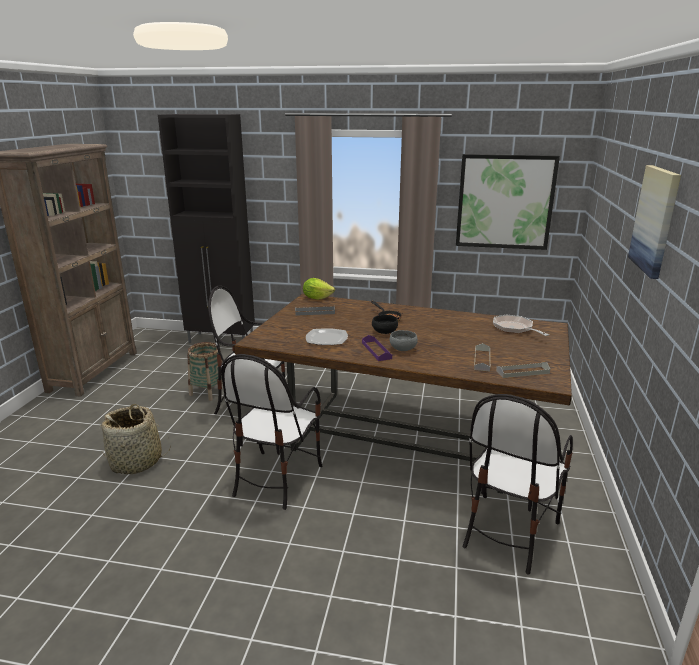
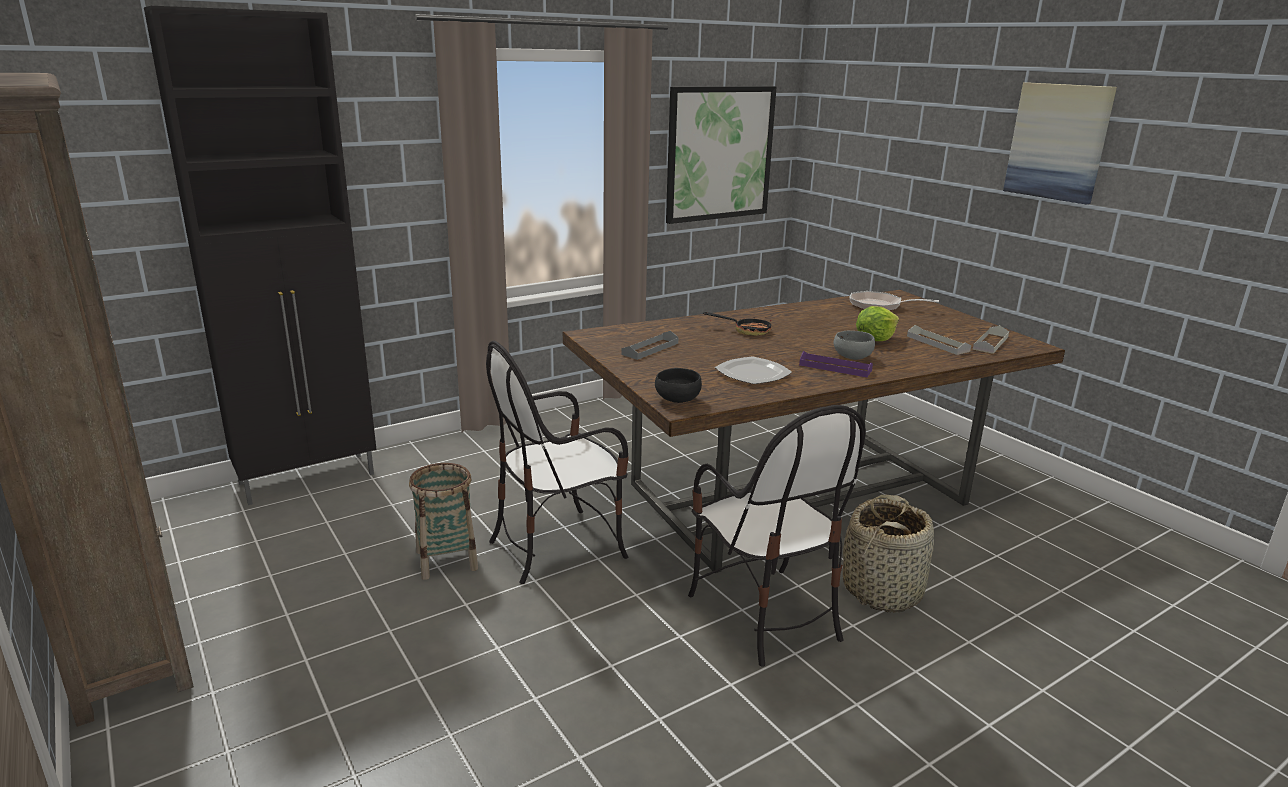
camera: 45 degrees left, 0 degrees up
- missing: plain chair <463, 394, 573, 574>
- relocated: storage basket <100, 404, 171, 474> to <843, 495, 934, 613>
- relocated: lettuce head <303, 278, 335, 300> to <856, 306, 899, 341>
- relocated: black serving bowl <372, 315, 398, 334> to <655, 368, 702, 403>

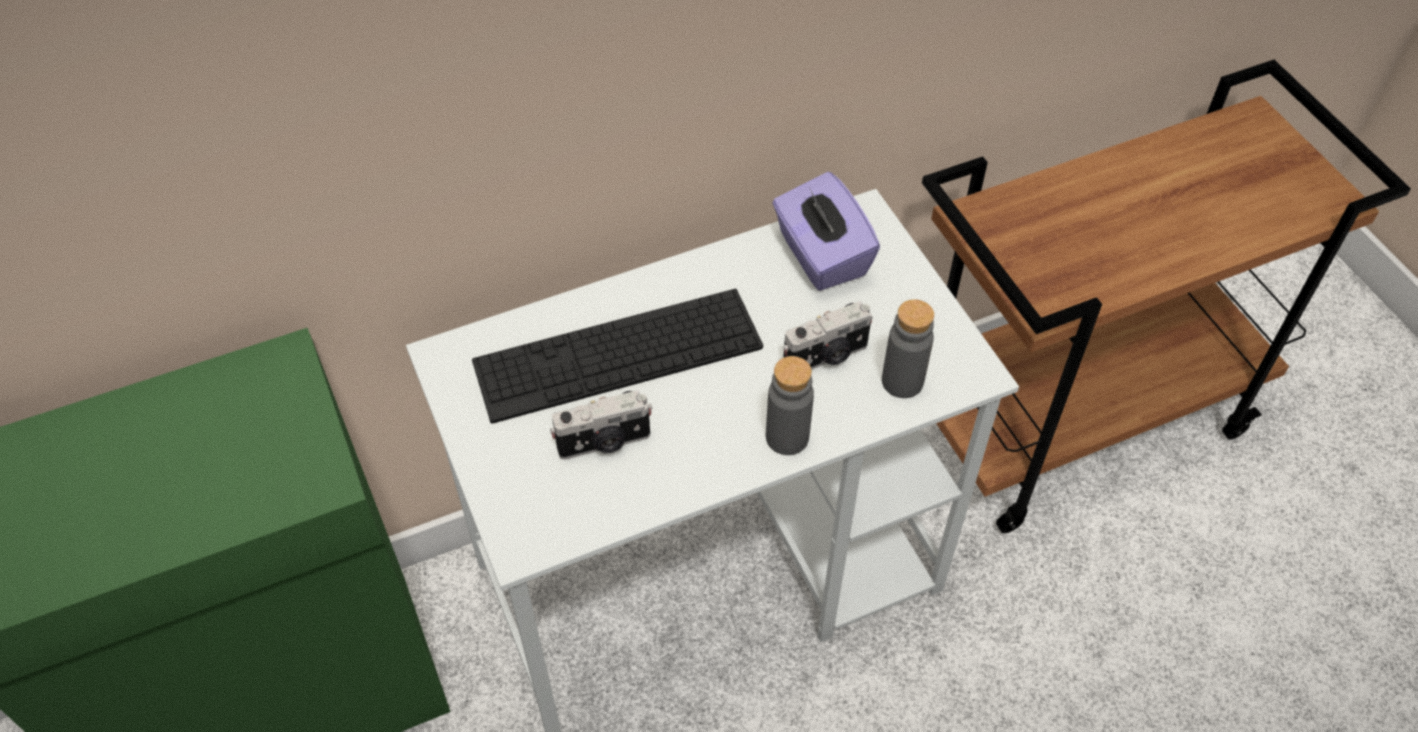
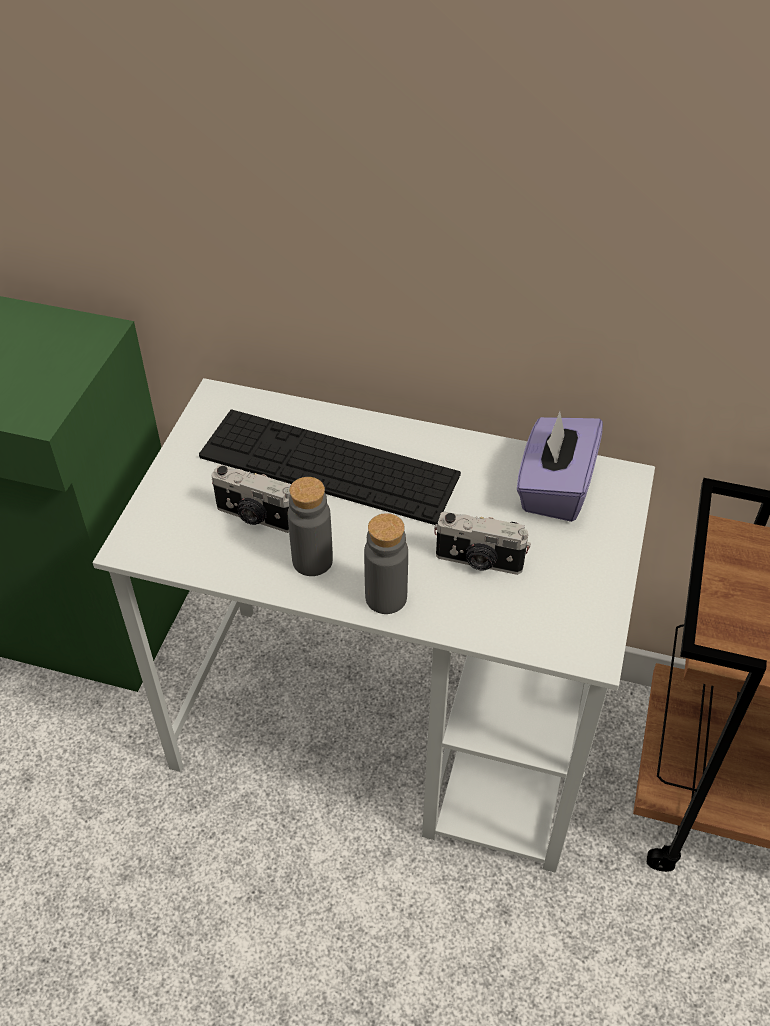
camera: 40 degrees right, 5 degrees down
- relocated: grey drink bottle <882, 299, 934, 398> to <288, 477, 333, 576>

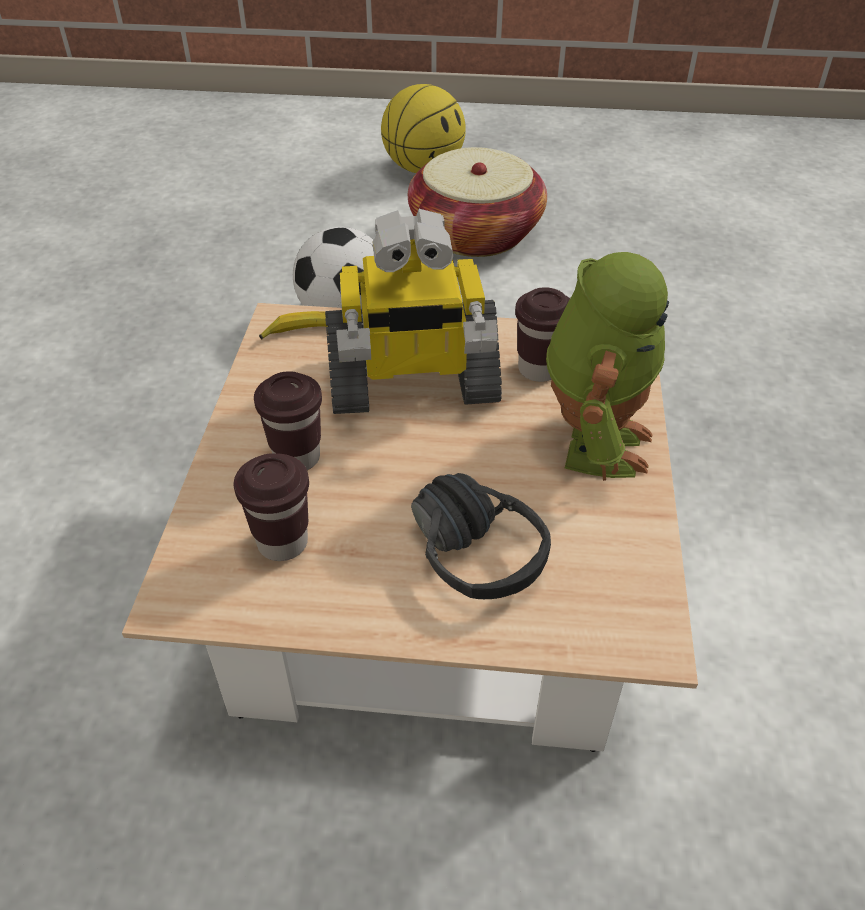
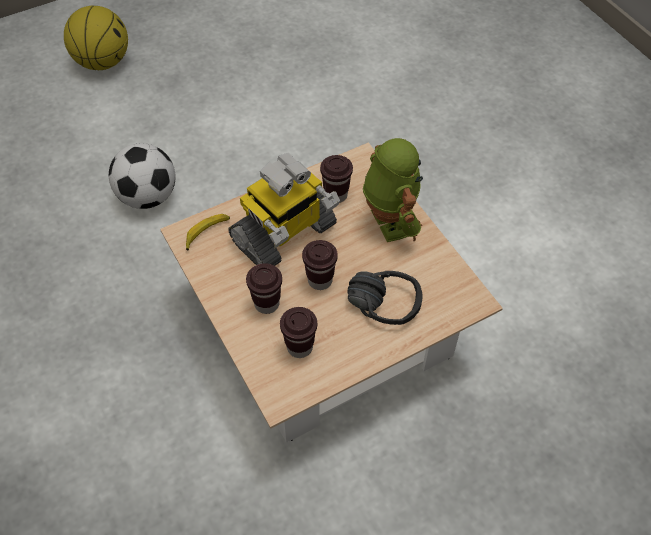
camera: 35 degrees left, 10 degrees up
- missing: storage basket <408, 147, 547, 257>
- appeared: brown drinking cup <302, 240, 338, 290>

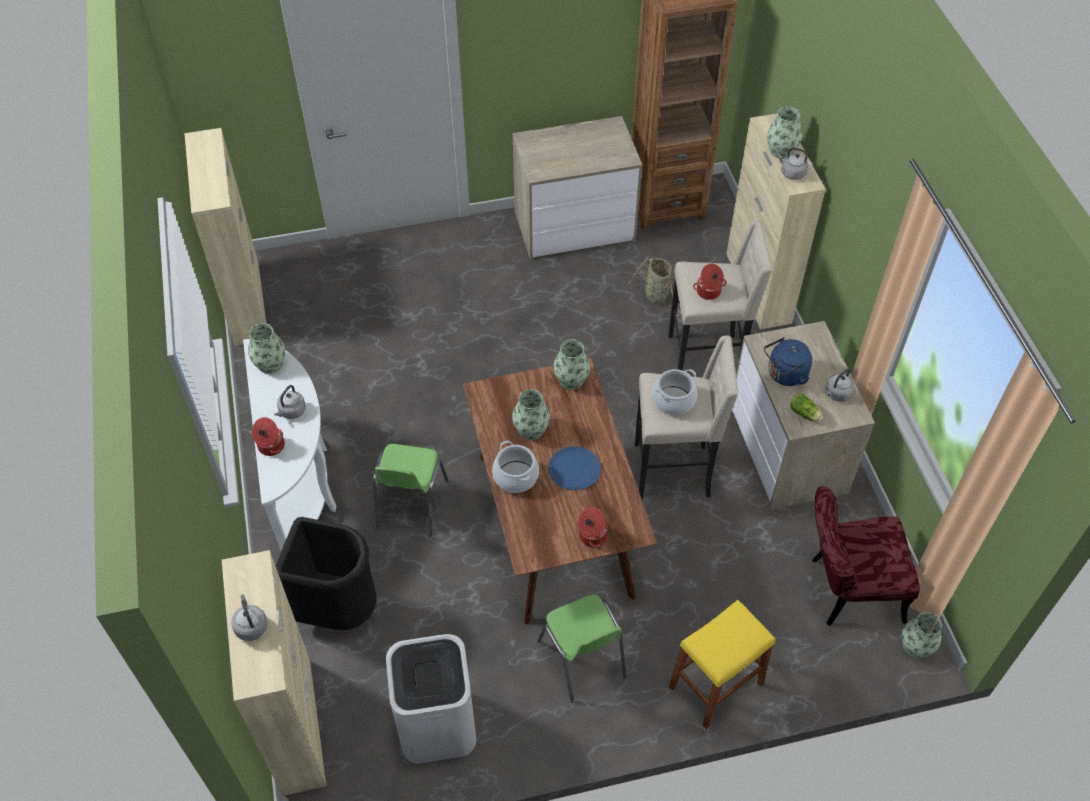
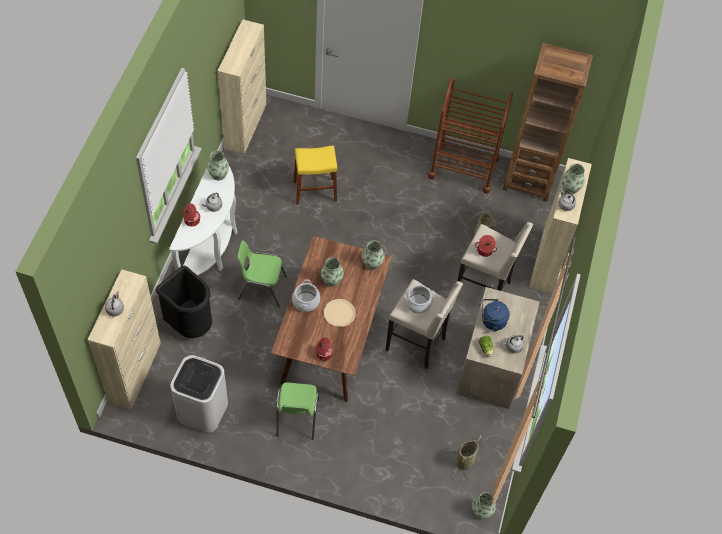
camera: 25 degrees right, 5 degrees up
- relocated: yellow-coloured stool seat <669, 600, 776, 729> to <293, 145, 337, 205>
- exchanged: dresser <512, 116, 642, 260> to brown wheeled cart <428, 78, 513, 194>
- exchanged: red plain chair <812, 486, 920, 626> to storage basket <453, 435, 482, 481>
- colour: blue-coloured plate <548, 446, 601, 490> to sand-coloured plate <324, 299, 356, 327>
- spun: green-coloured plain chair <373, 444, 448, 537> = <237, 240, 287, 307> 60 degrees clockwise

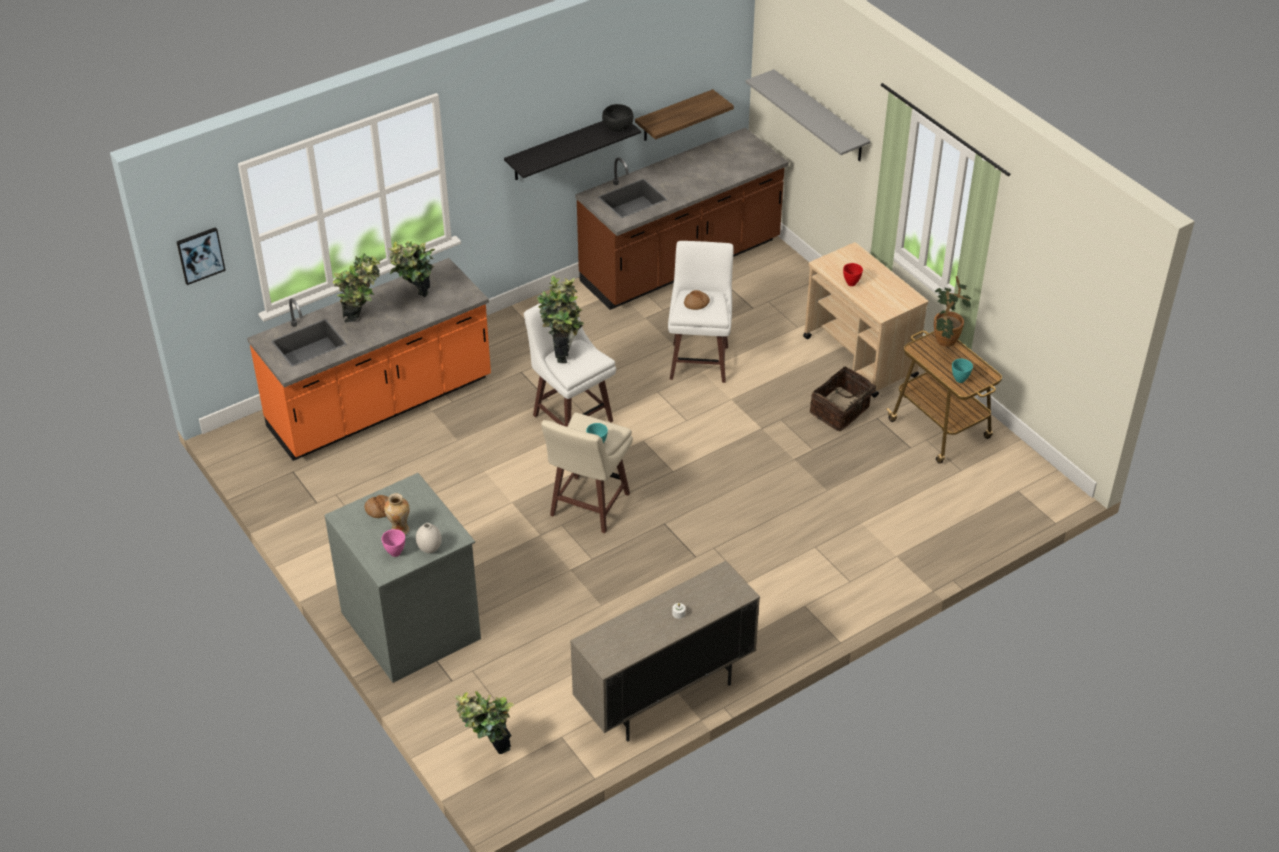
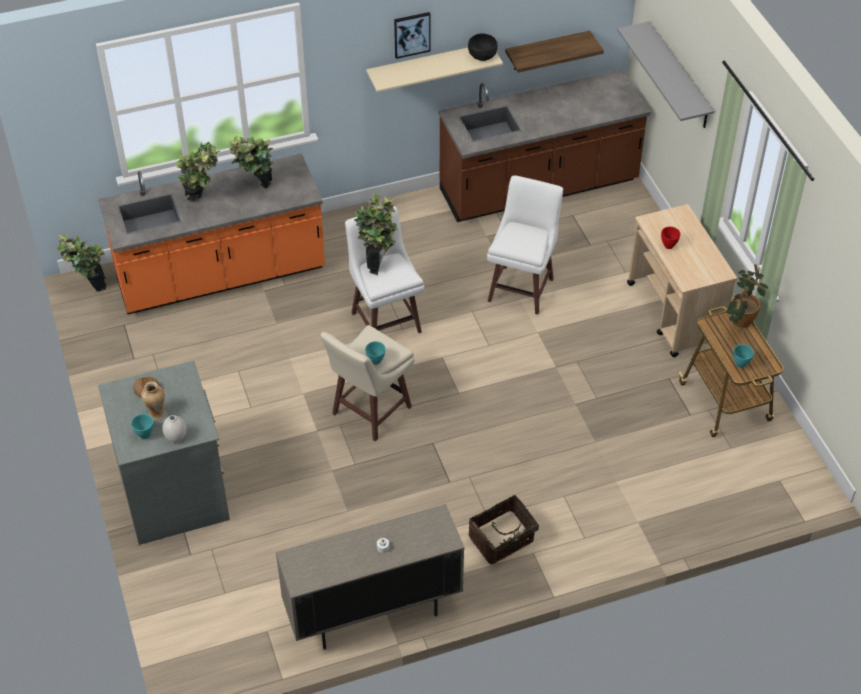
camera: 15 degrees right, 5 degrees up
- missing: bakery bread <684, 290, 710, 310>
- relocated: picture <177, 227, 226, 285> to <394, 12, 431, 59>
- relocated: potted plant <455, 691, 514, 754> to <56, 233, 107, 291>
- relocated: storage basket <810, 366, 882, 431> to <469, 495, 542, 564>
- colour: pinkish serving bowl <381, 529, 405, 557> to blue-green serving bowl <131, 414, 153, 439>
- colour: black wall shelf <504, 121, 641, 180> to sand-coloured wall shelf <366, 48, 503, 92>

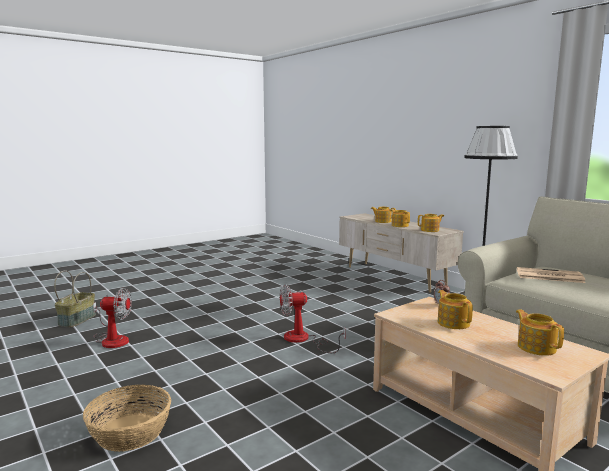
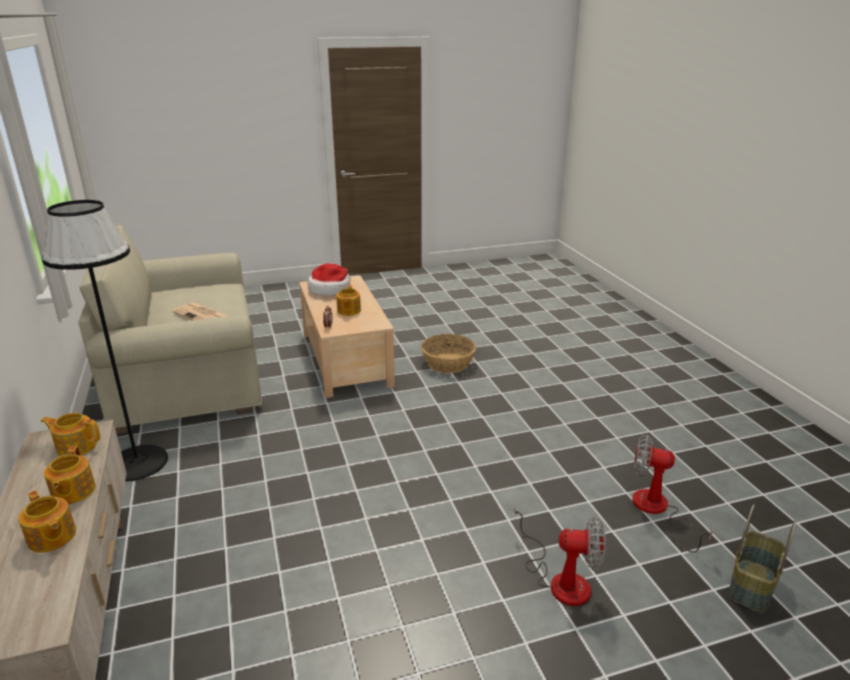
camera: 160 degrees left, 15 degrees up
- relocated: storage basket <83, 385, 171, 452> to <421, 334, 476, 373>
- relocated: electric fan <280, 284, 346, 353> to <514, 502, 606, 606>
- exchanged: tea pot <516, 309, 564, 356> to hat <308, 263, 351, 296>

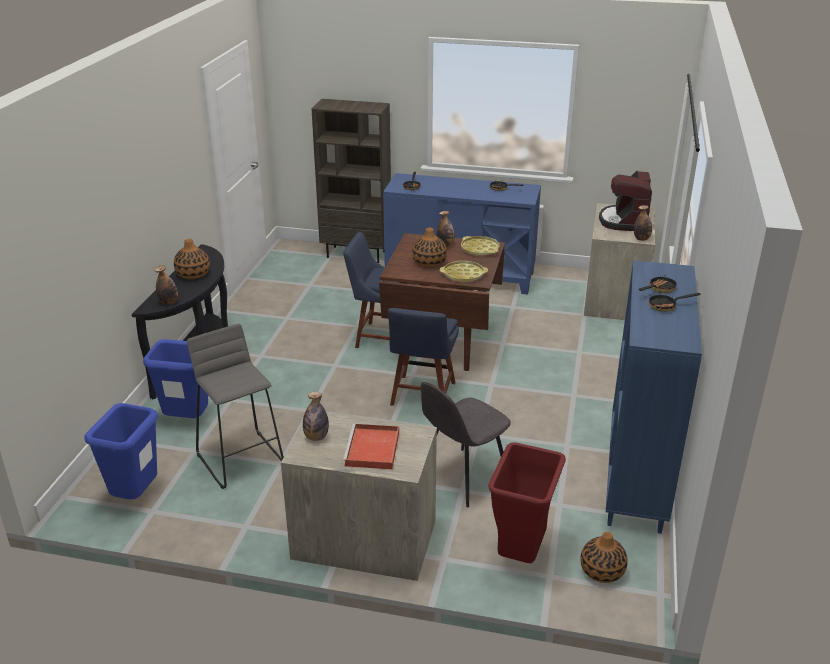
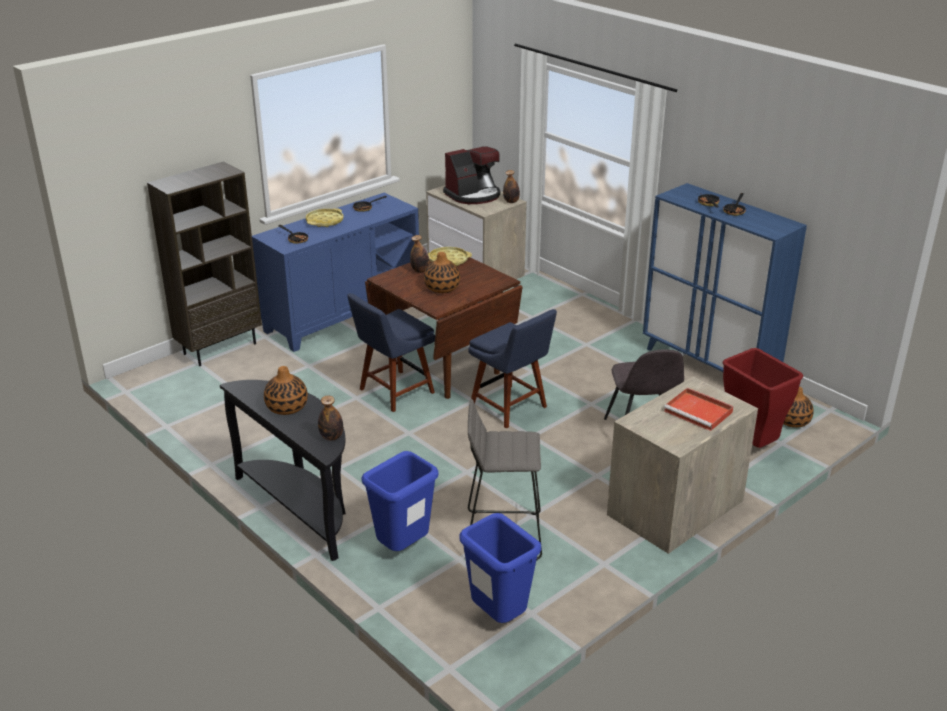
camera: 55 degrees left, 0 degrees up
- missing: drink bottle <303, 392, 329, 441>
- relocated: yellow-coloured serving tray <440, 261, 488, 282> to <306, 208, 343, 227>
- spun: coffee maker <599, 171, 652, 231> = <443, 146, 500, 204> 75 degrees counterclockwise

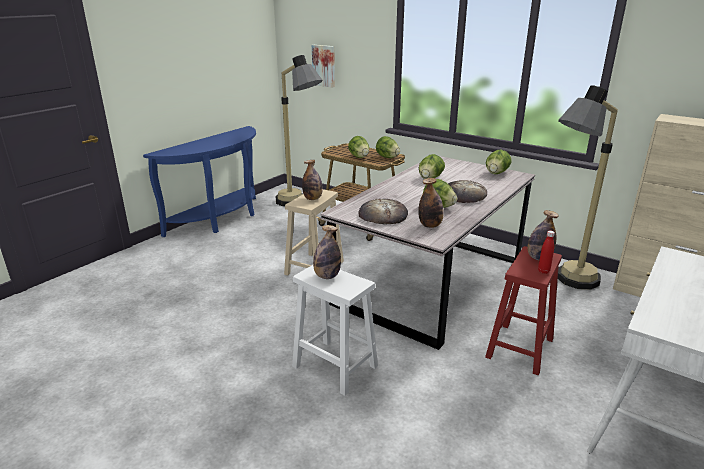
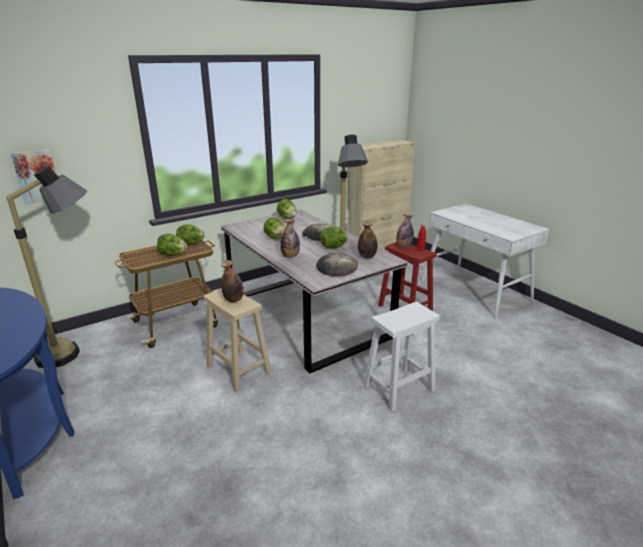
camera: 70 degrees left, 0 degrees up
- relocated: drink bottle <313, 225, 341, 279> to <280, 219, 300, 258>

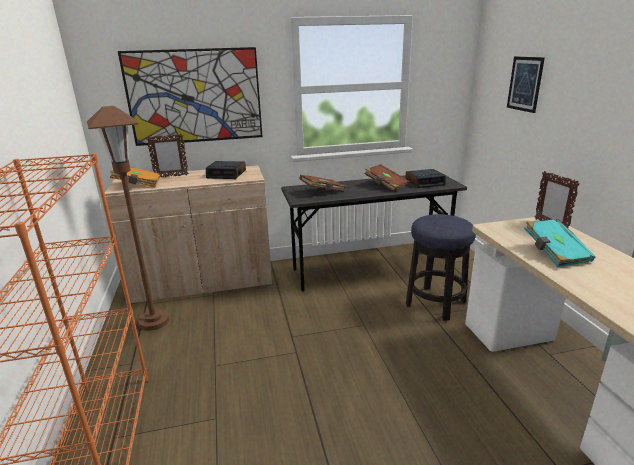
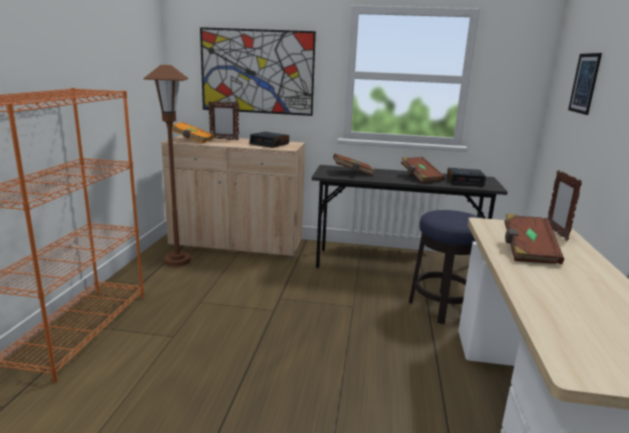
camera: 20 degrees right, 5 degrees down
- colour: blue-green book <524, 219, 595, 267> to brown book <504, 214, 564, 264>

